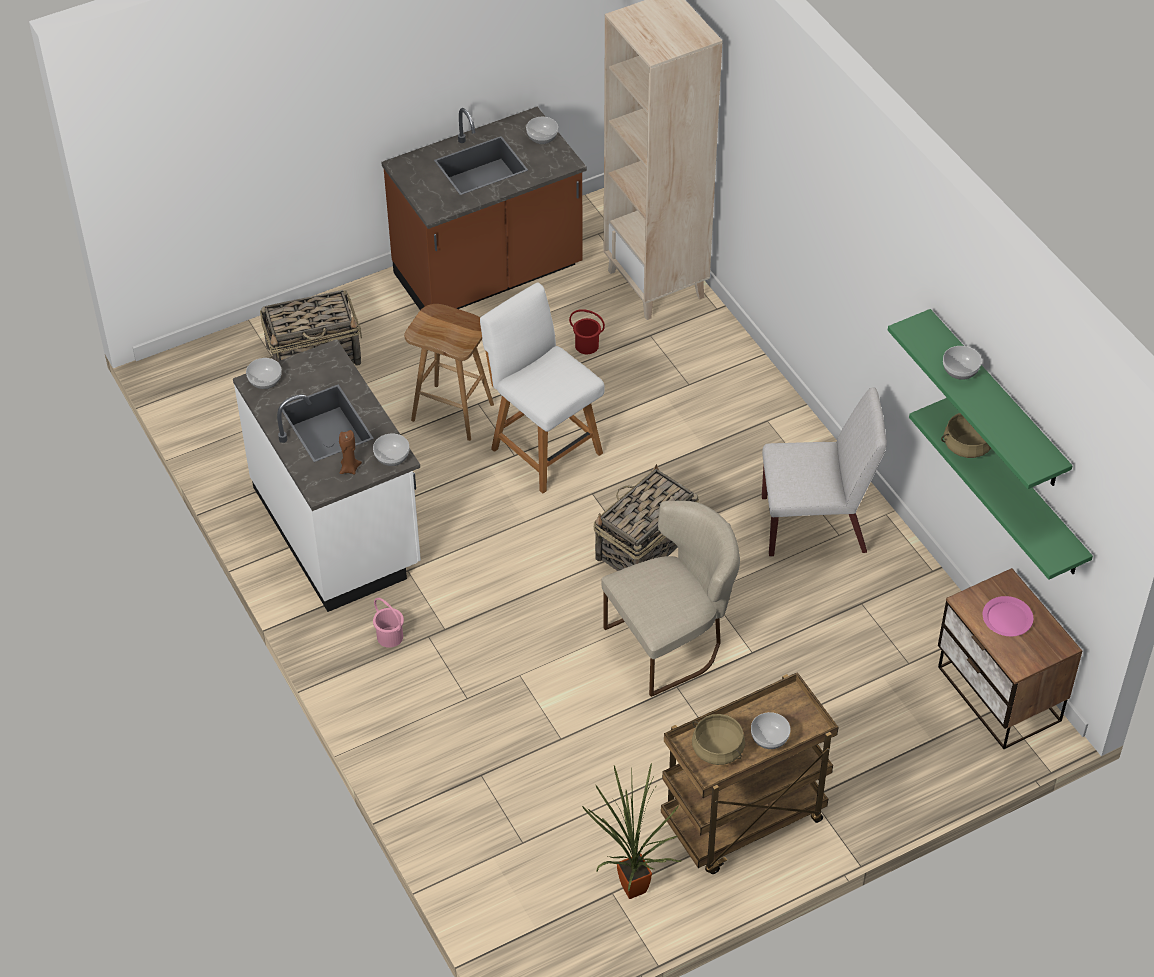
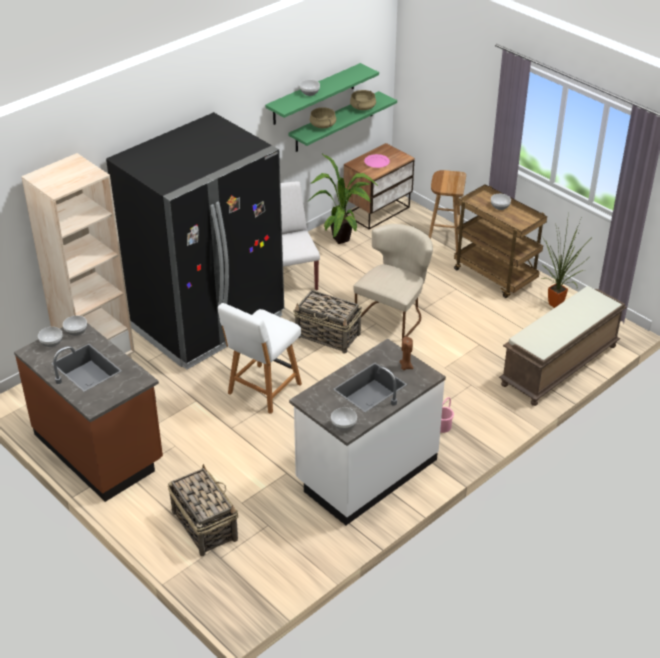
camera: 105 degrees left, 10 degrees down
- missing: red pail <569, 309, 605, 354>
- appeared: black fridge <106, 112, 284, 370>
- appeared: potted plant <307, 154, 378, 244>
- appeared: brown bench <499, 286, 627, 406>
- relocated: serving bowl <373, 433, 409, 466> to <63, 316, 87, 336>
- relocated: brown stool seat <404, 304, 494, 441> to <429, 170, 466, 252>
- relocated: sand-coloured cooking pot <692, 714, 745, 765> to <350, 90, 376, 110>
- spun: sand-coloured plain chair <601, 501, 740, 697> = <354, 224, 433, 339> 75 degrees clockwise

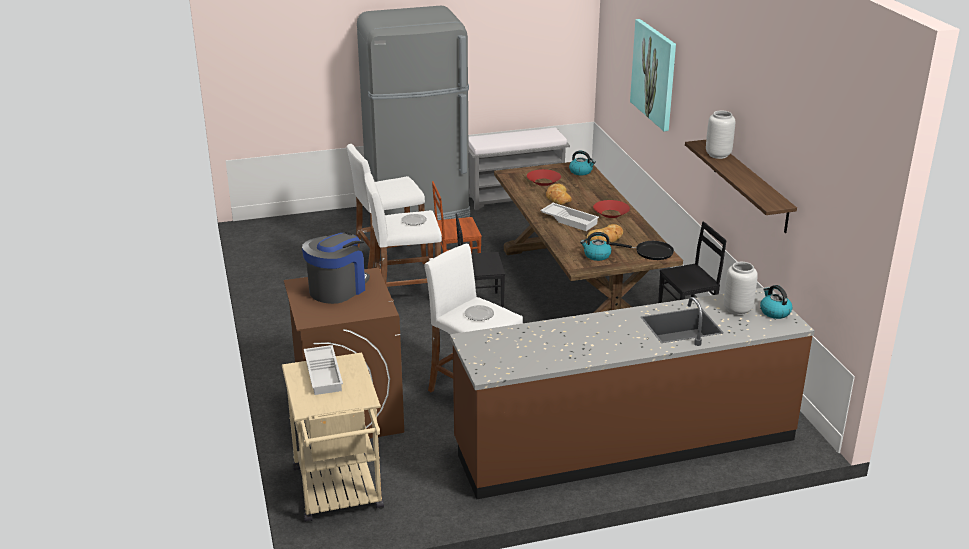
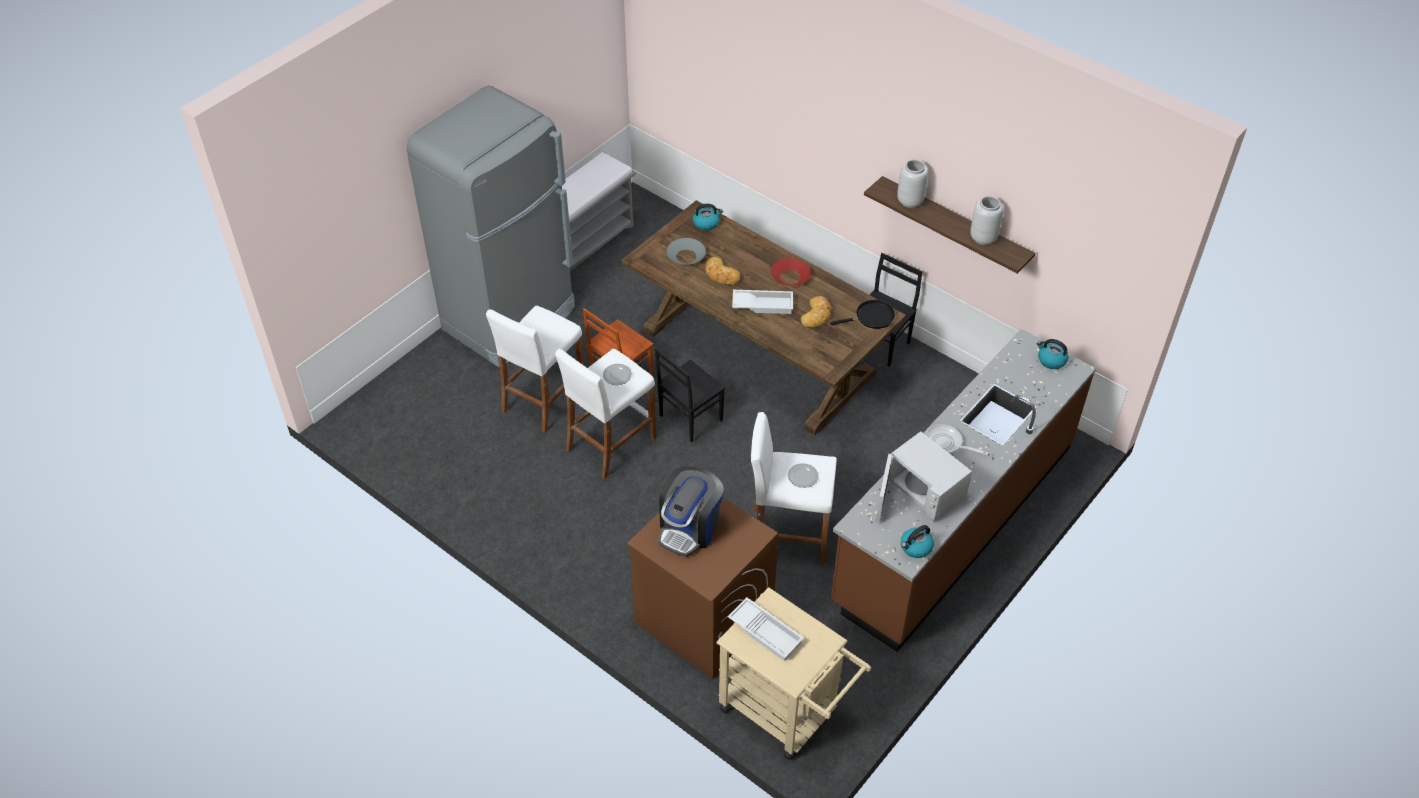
camera: 35 degrees left, 20 degrees up
- missing: picture <630, 19, 676, 131>
- appeared: white-coloured kitchen microwave <876, 431, 972, 523>
- appeared: pan <925, 424, 988, 455>
- relocated: water kettle <580, 232, 612, 261> to <901, 525, 934, 558>
- relocated: grey flower vase <724, 262, 758, 315> to <970, 196, 1004, 245>
- colour: red serving bowl <527, 169, 561, 186> to grey serving bowl <667, 238, 706, 265>
- spun: coffee maker <302, 232, 370, 304> = <659, 467, 724, 557> 150 degrees counterclockwise

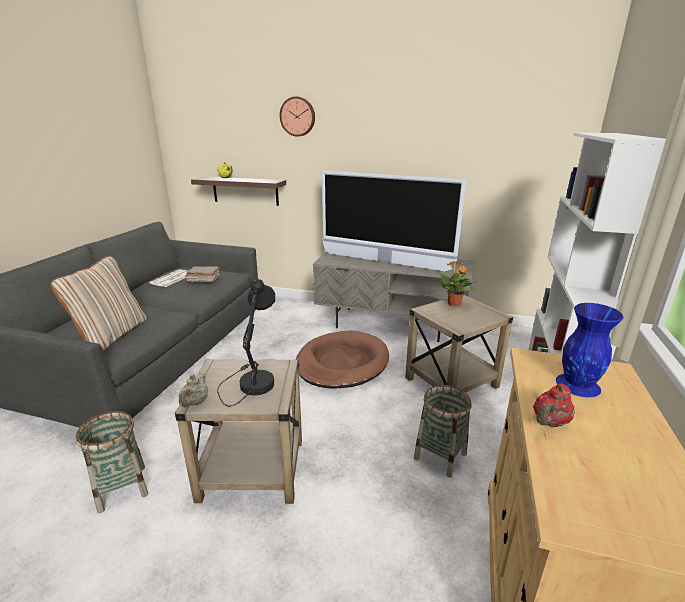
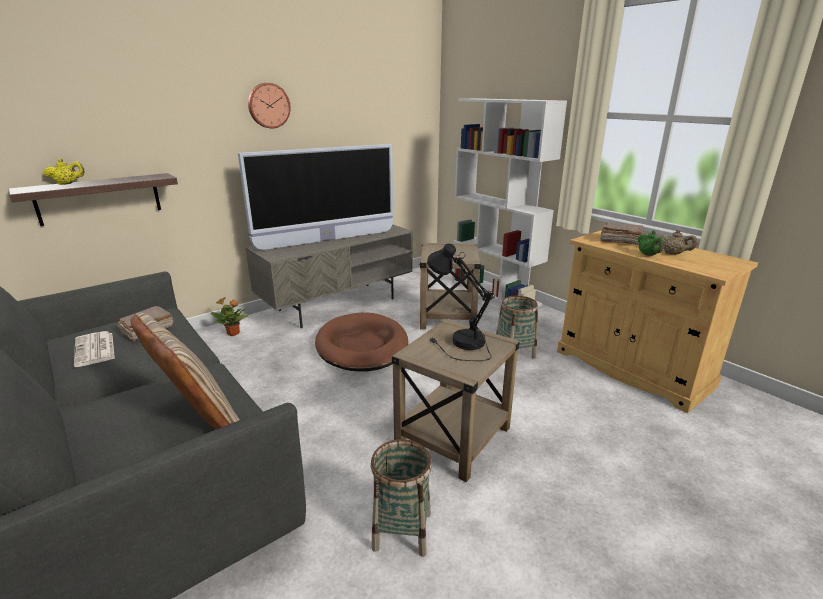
camera: 55 degrees left, 0 degrees up
- relocated: sand-coloured tea pot <179, 373, 208, 407> to <658, 229, 697, 255>
- relocated: hanging clock <280, 96, 315, 136> to <248, 83, 291, 128>
- relocated: potted plant <439, 261, 478, 306> to <211, 297, 249, 336>
- exchanged: blue-coloured flower vase <556, 303, 624, 397> to brown book <600, 222, 644, 245>
- colour: red tea pot <533, 383, 575, 427> to green-coloured tea pot <638, 230, 664, 256>

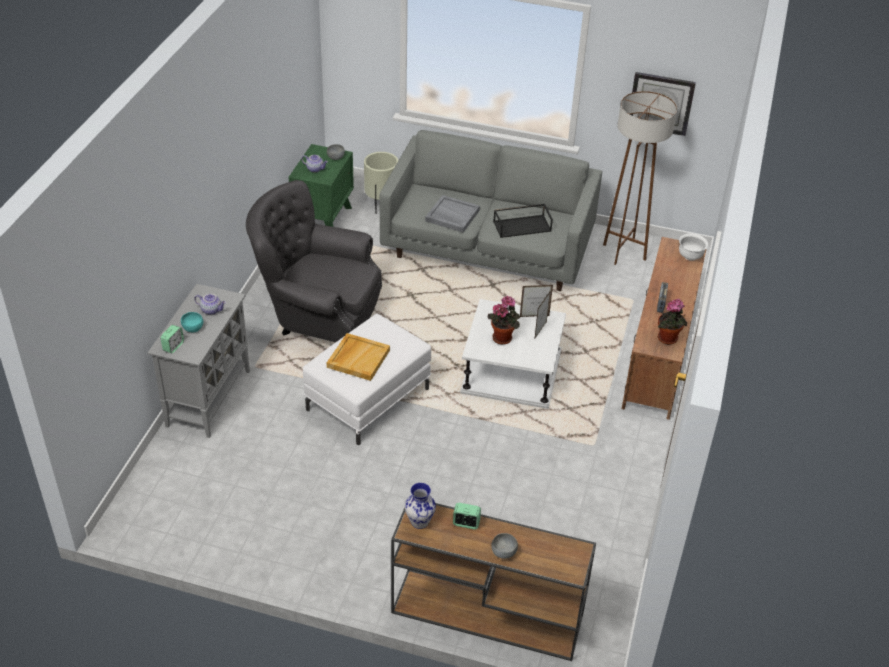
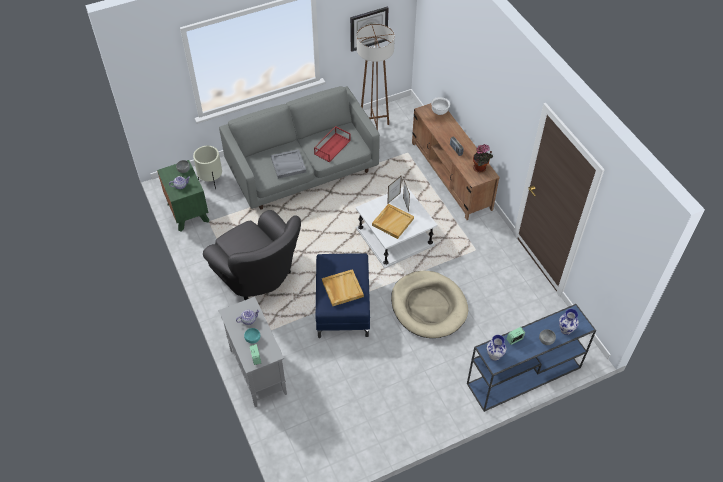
camera: 40 degrees left, 10 degrees up
- appeared: sand-coloured dog cushion <391, 271, 468, 338>
- appeared: flower vase <559, 309, 579, 335>
- exchanged: potted plant <487, 296, 520, 344> to sand-coloured serving tray <372, 204, 414, 239>
- colour: white-coloured ottoman <303, 314, 431, 445> to blue-coloured ottoman <316, 253, 370, 338>
- colour: brown hall table <391, 503, 596, 661> to blue-coloured hall table <467, 304, 596, 412>
- colour: black serving tray <493, 204, 553, 238> to red serving tray <314, 126, 351, 162>
- spun: grey armchair <246, 180, 382, 342> = <203, 210, 301, 300> 105 degrees counterclockwise

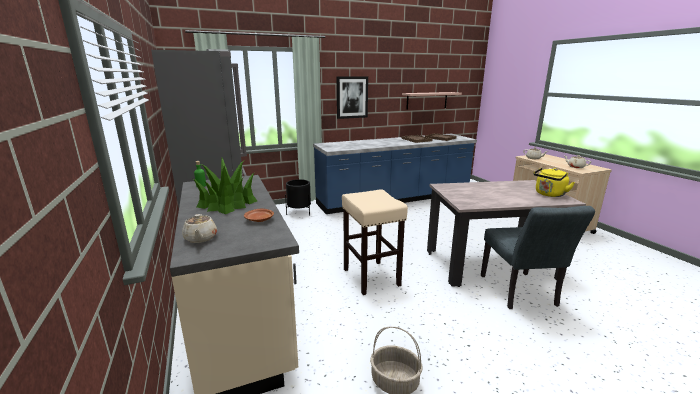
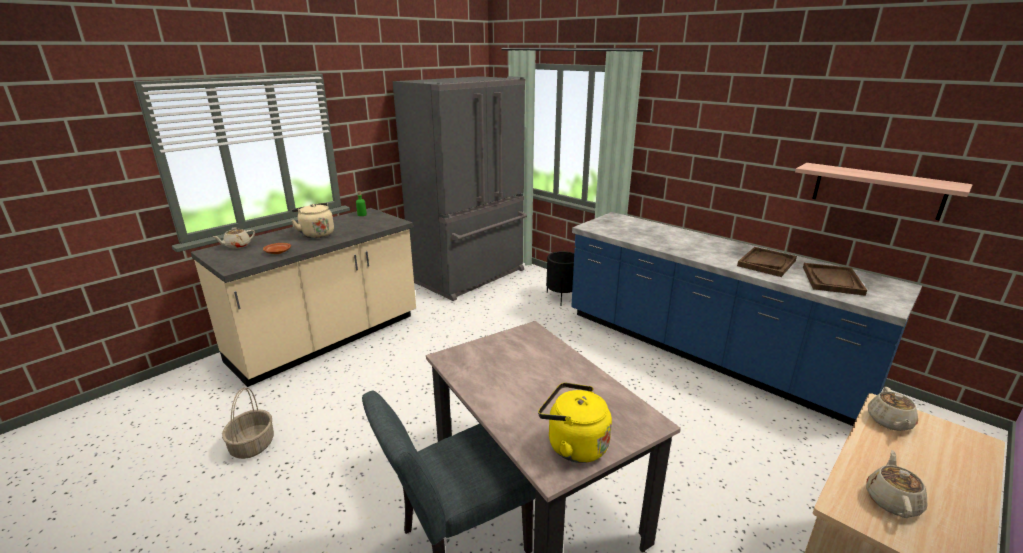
camera: 65 degrees right, 5 degrees up
- missing: picture <337, 76, 368, 119>
- missing: sand-coloured stool seat <342, 189, 408, 295>
- exchanged: potted plant <192, 158, 257, 214> to sand-coloured water kettle <291, 203, 334, 238>

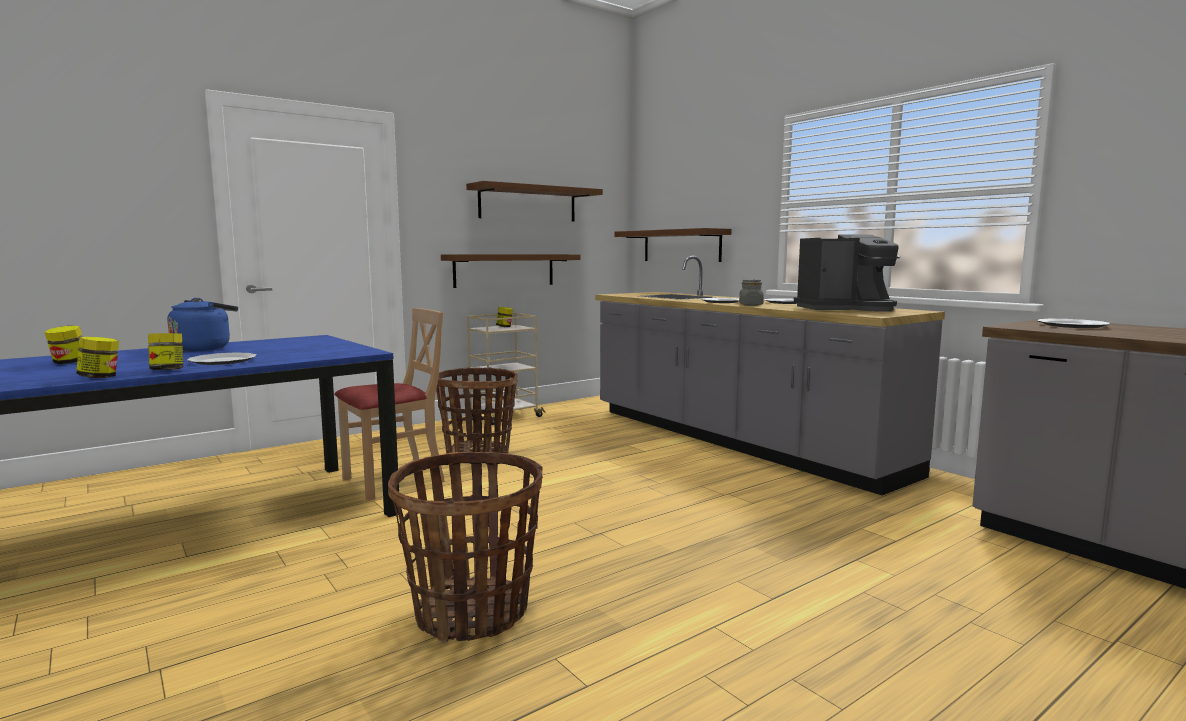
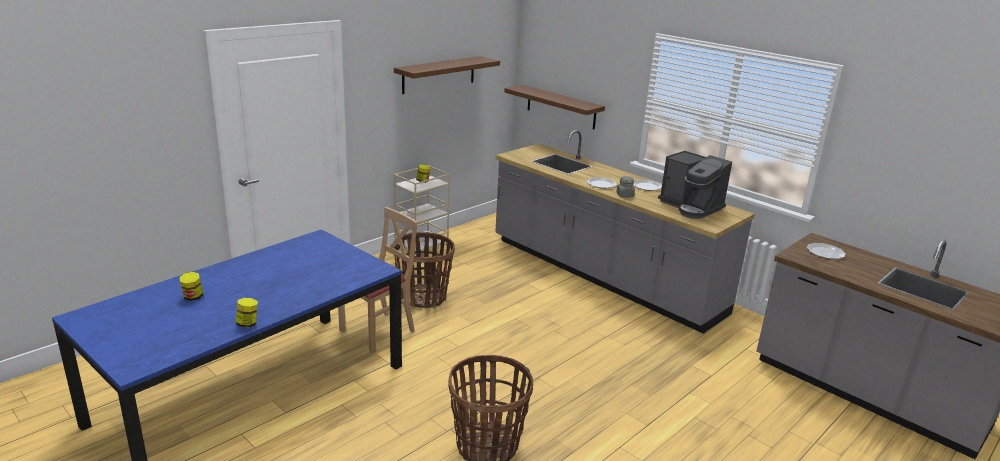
camera: 10 degrees left, 15 degrees up
- missing: storage jar <148, 333, 183, 370>
- missing: blue-coloured water kettle <167, 298, 238, 351>
- missing: plate <187, 352, 257, 365>
- missing: brown wall shelf <441, 254, 580, 288>
- spun: coffee maker <794, 235, 900, 311> = <658, 151, 732, 219> 60 degrees clockwise

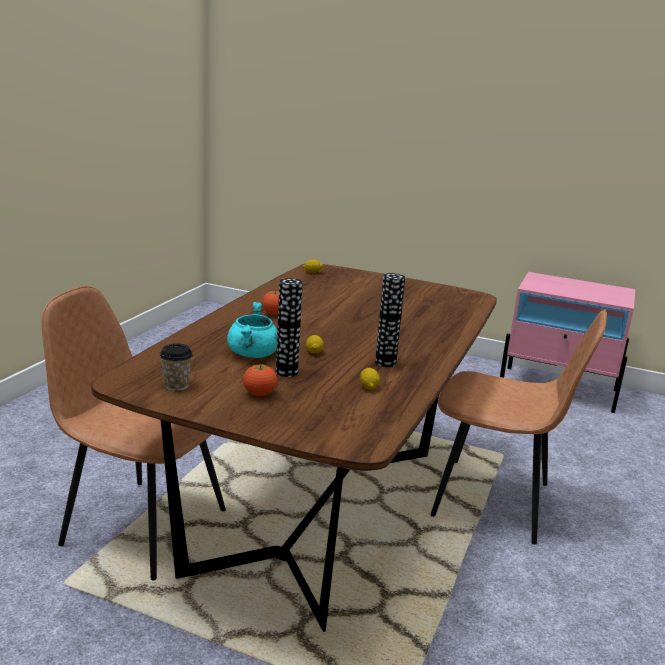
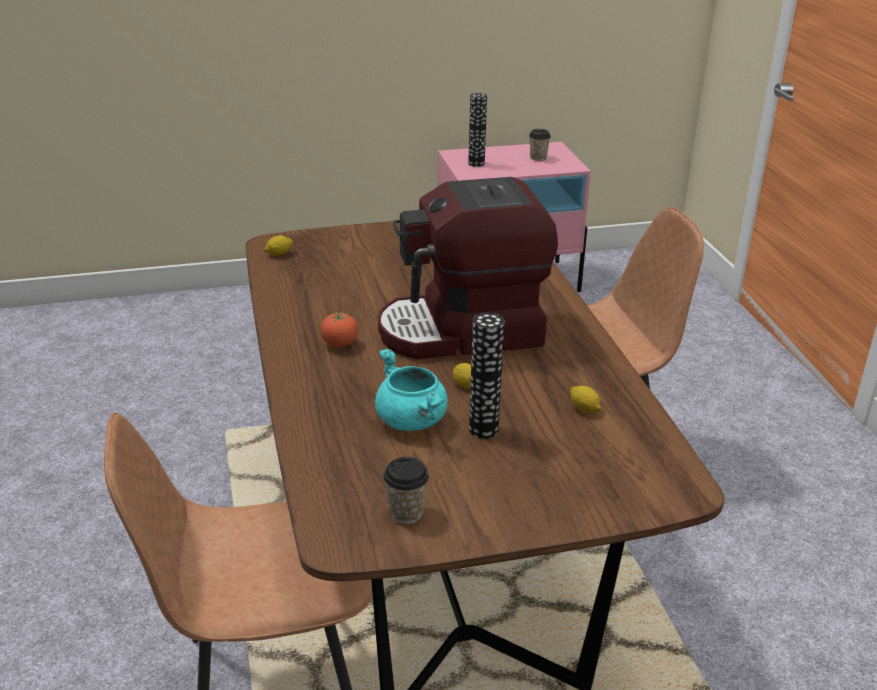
camera: 35 degrees left, 10 degrees up
- missing: fresh tomato <243, 364, 277, 396>
- appeared: coffee maker <378, 177, 558, 359>
- appeared: drinking cup <529, 129, 551, 161>
- relocated: flower vase <375, 273, 405, 367> to <468, 93, 487, 167>

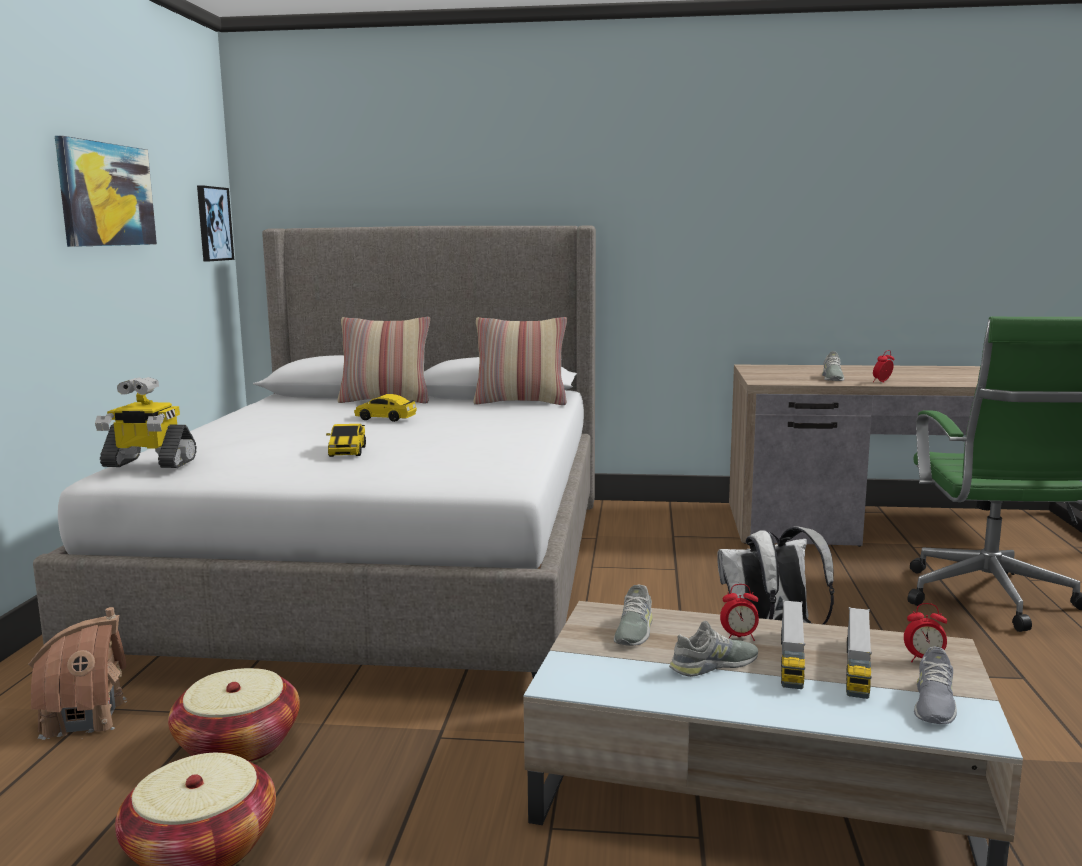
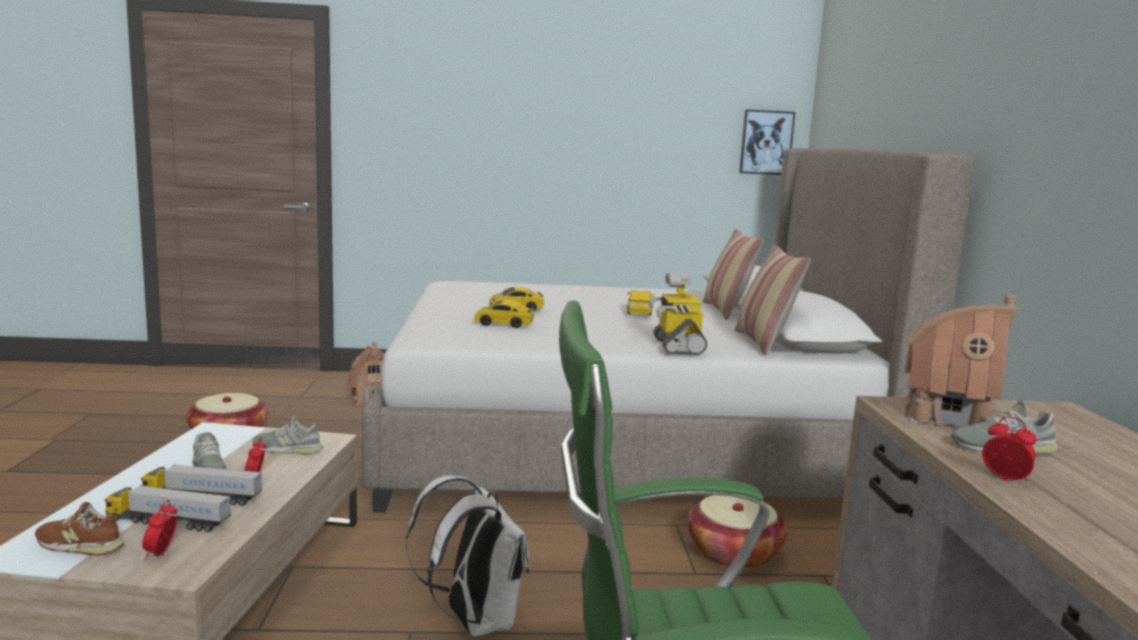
camera: 80 degrees right, 0 degrees up
- missing: picture <55, 136, 157, 247>
- appeared: toy car <474, 300, 535, 328>
- appeared: model house <903, 295, 1018, 427>
- relocated: toy robot <95, 377, 197, 468> to <649, 273, 707, 355>
- relocated: storage basket <168, 668, 300, 763> to <687, 495, 787, 569>
- colour: grey low shoe <914, 646, 957, 724> to brown low shoe <35, 502, 124, 556>

